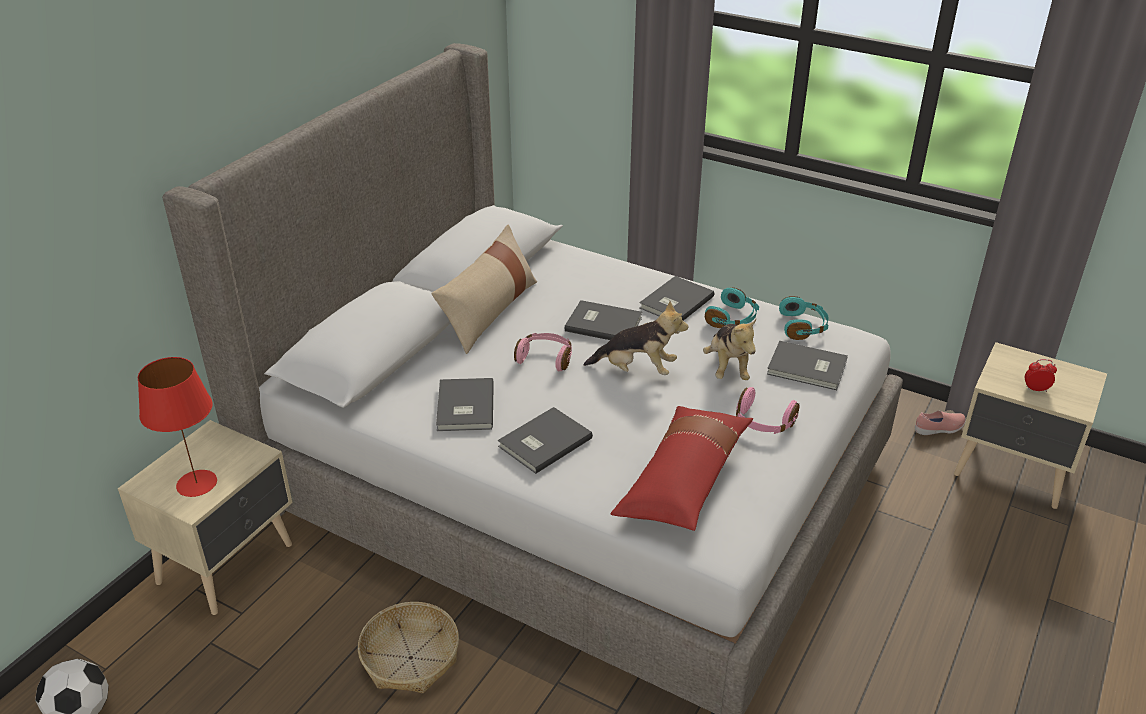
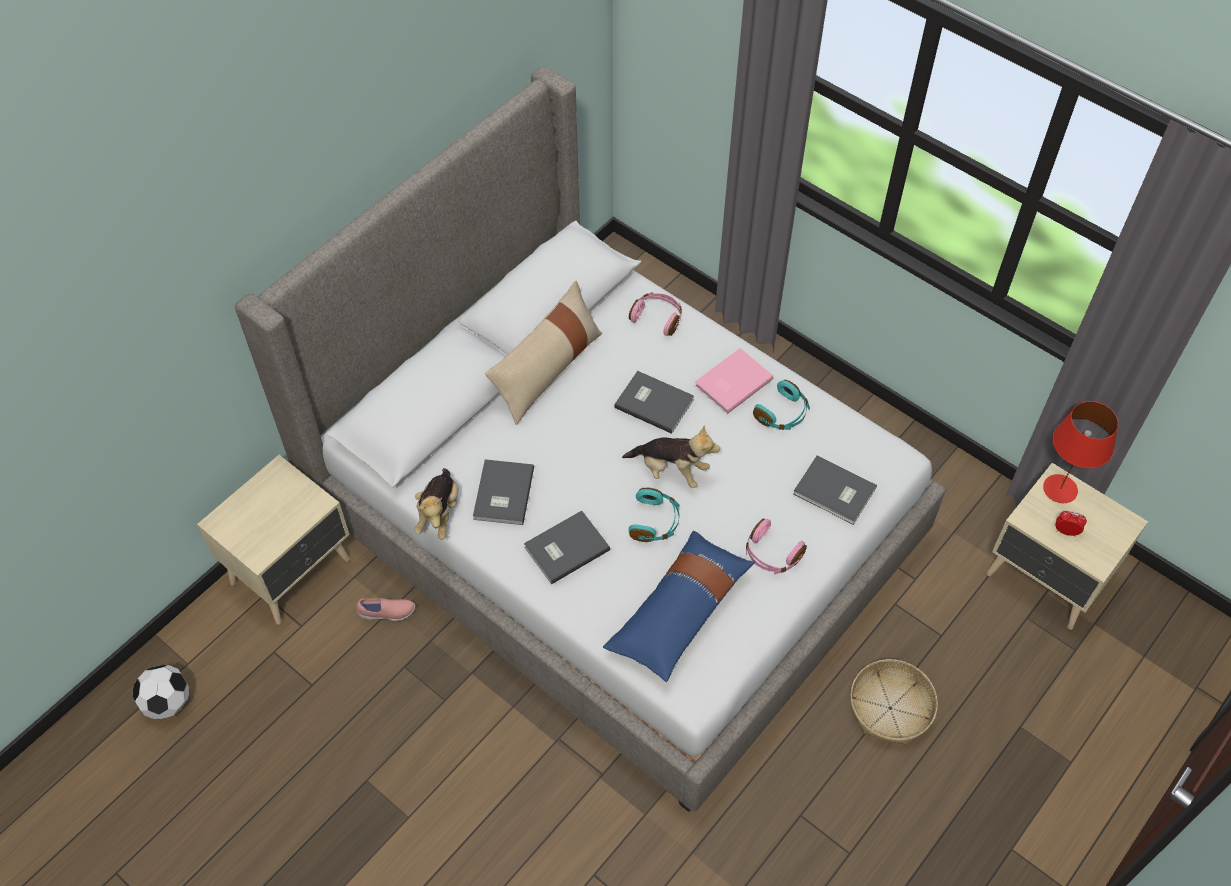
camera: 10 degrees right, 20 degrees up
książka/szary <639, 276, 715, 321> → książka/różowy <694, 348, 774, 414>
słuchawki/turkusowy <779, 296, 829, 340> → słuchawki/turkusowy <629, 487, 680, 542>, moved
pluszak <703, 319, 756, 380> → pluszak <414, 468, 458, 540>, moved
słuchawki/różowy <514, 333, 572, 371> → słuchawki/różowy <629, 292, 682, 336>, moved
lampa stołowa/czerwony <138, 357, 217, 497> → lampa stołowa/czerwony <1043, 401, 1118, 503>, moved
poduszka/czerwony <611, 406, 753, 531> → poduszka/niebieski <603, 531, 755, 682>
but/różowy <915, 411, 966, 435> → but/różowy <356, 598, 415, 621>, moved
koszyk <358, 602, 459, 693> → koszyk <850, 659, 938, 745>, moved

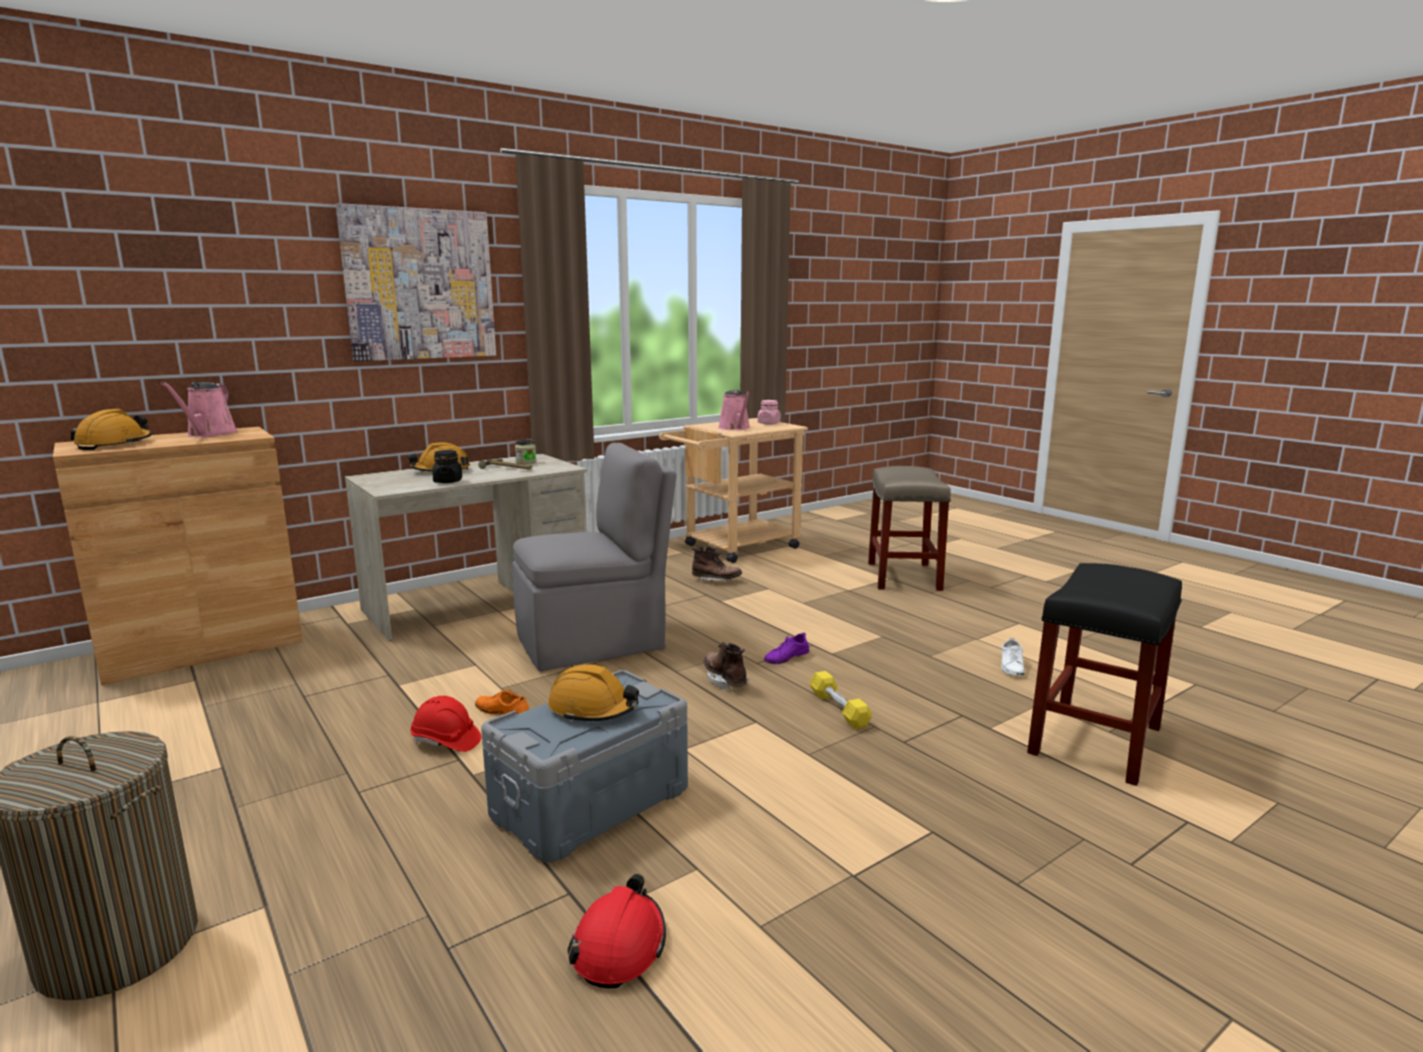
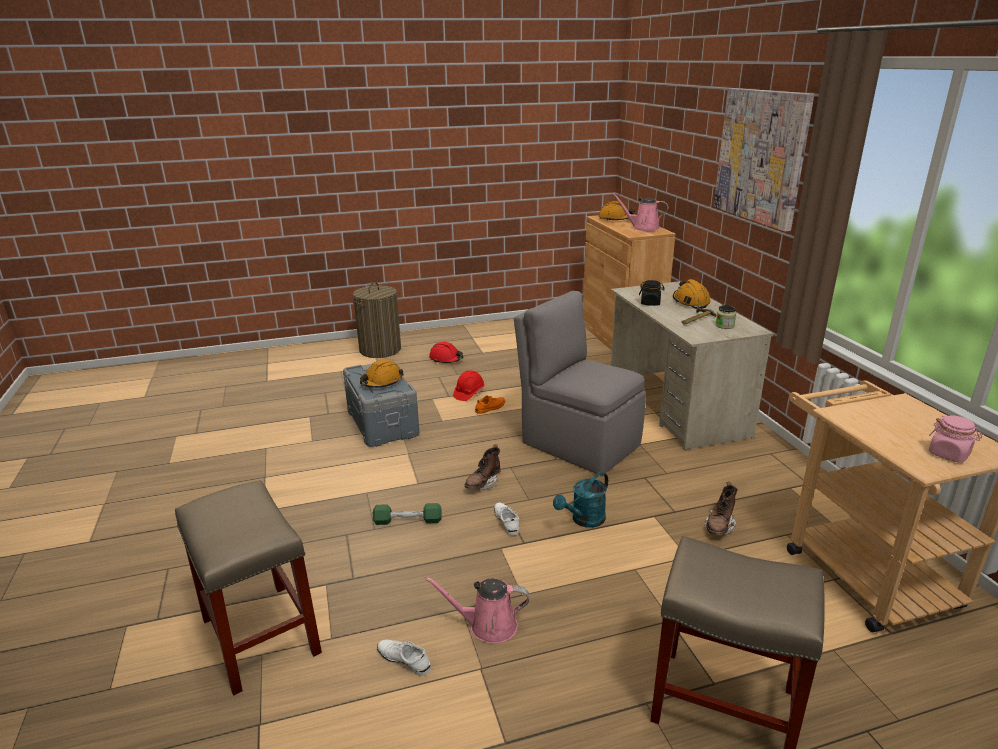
camera: 110 degrees right, 10 degrees up
konewka/różowy <718, 390, 750, 430> → konewka/różowy <424, 577, 530, 644>, moved
krzesło/szary <512, 443, 677, 671> → krzesło/szary <514, 291, 646, 475>, 135 degrees clockwise
stołek/czarny <1027, 563, 1182, 786> → stołek/beżowy <175, 480, 322, 696>
but/fioletowy <764, 632, 809, 664> → but/biały <494, 503, 519, 535>
but z cholewką/brązowy <704, 642, 749, 690> → but z cholewką/brązowy <465, 444, 501, 490>, 135 degrees clockwise
hantel/żółty <810, 671, 872, 729> → hantel/zielony <373, 503, 442, 525>
kask/czerwony <567, 874, 666, 988> → kask/czerwony <429, 342, 463, 363>, moved
- → konewka/turkusowy <553, 472, 608, 528>

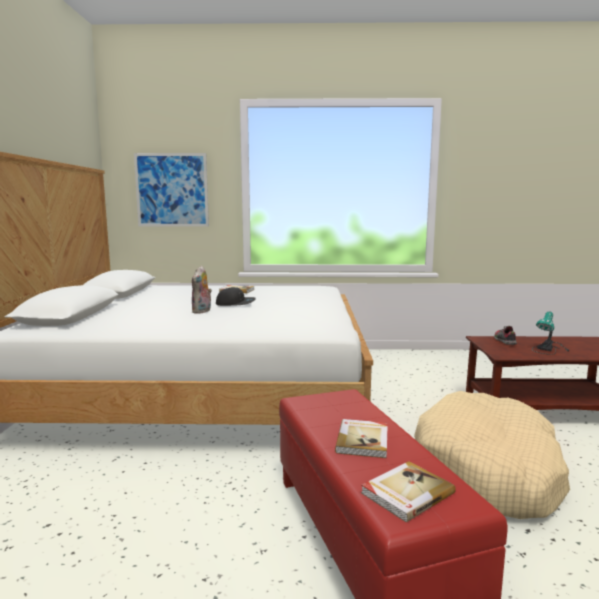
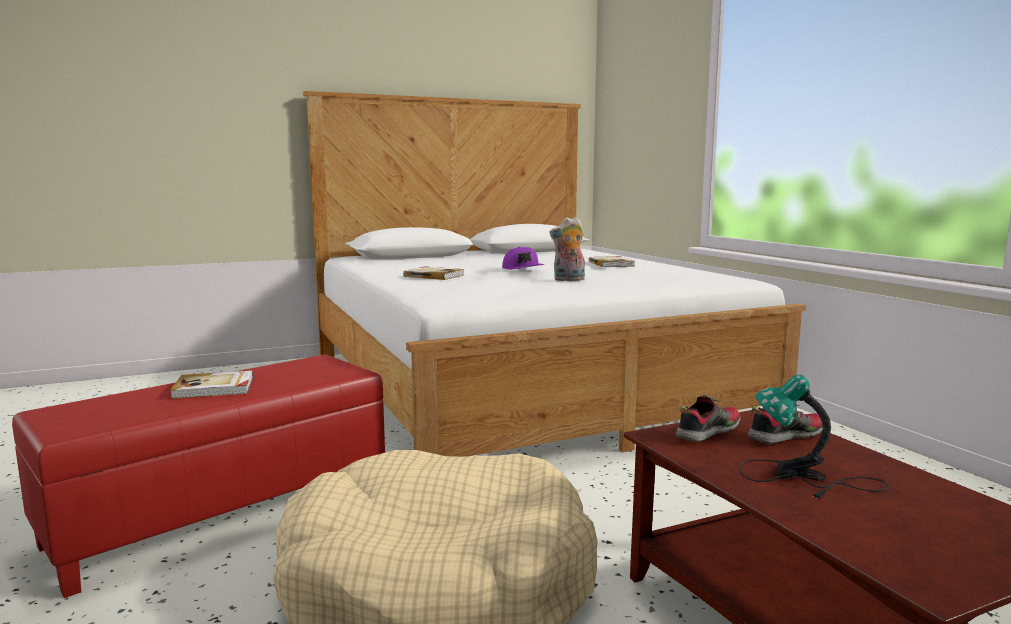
camera: 65 degrees right, 0 degrees up
obraz <134, 153, 209, 226> → -
pluszak <192, 266, 212, 314> → pluszak <549, 217, 585, 281>, moved
czapka z daszkiem/czarny <216, 287, 256, 306> → czapka z daszkiem/fioletowy <502, 247, 545, 270>
książka <361, 461, 456, 522> → książka <403, 267, 464, 280>, moved
- → but <676, 395, 741, 442>

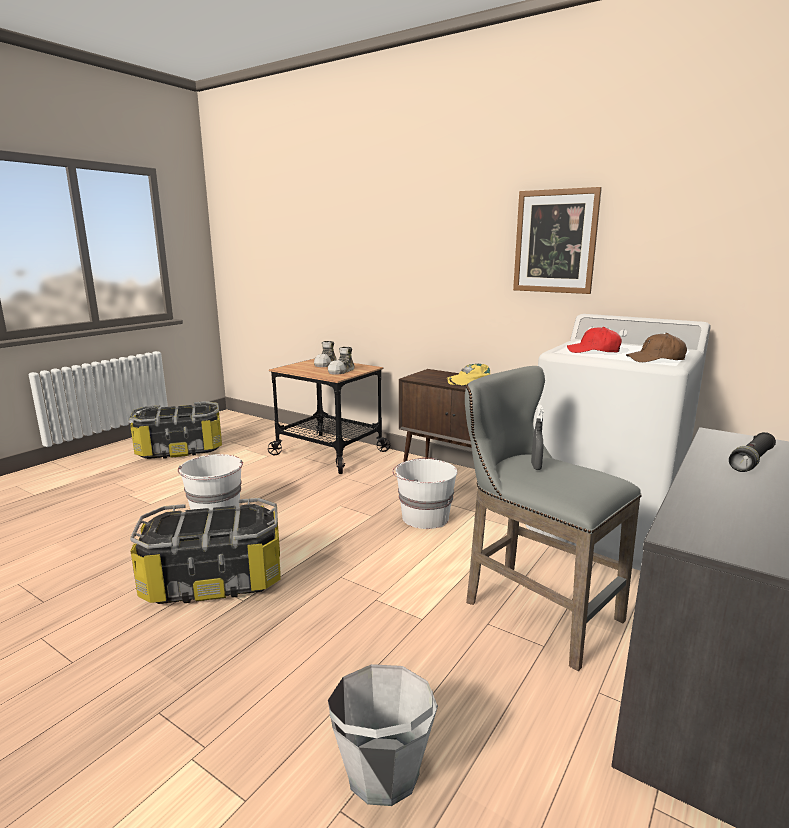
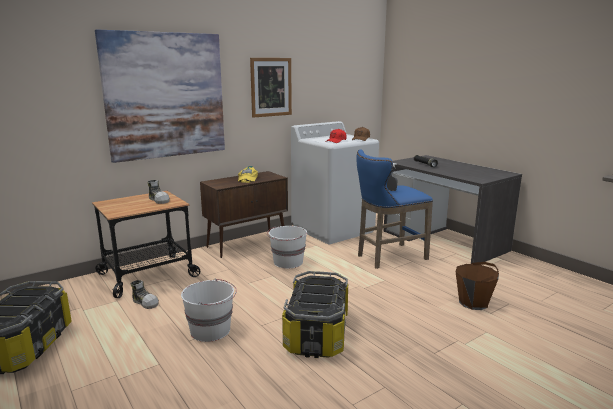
camera: 70 degrees left, 0 degrees up
but <314, 341, 337, 367> → but <131, 280, 159, 309>, moved
stołek/szary <465, 366, 642, 671> → stołek/niebieski <356, 149, 433, 269>
wiadro/szary <328, 664, 438, 806> → wiadro/brązowy <455, 262, 499, 310>
- → obraz <95, 29, 225, 163>

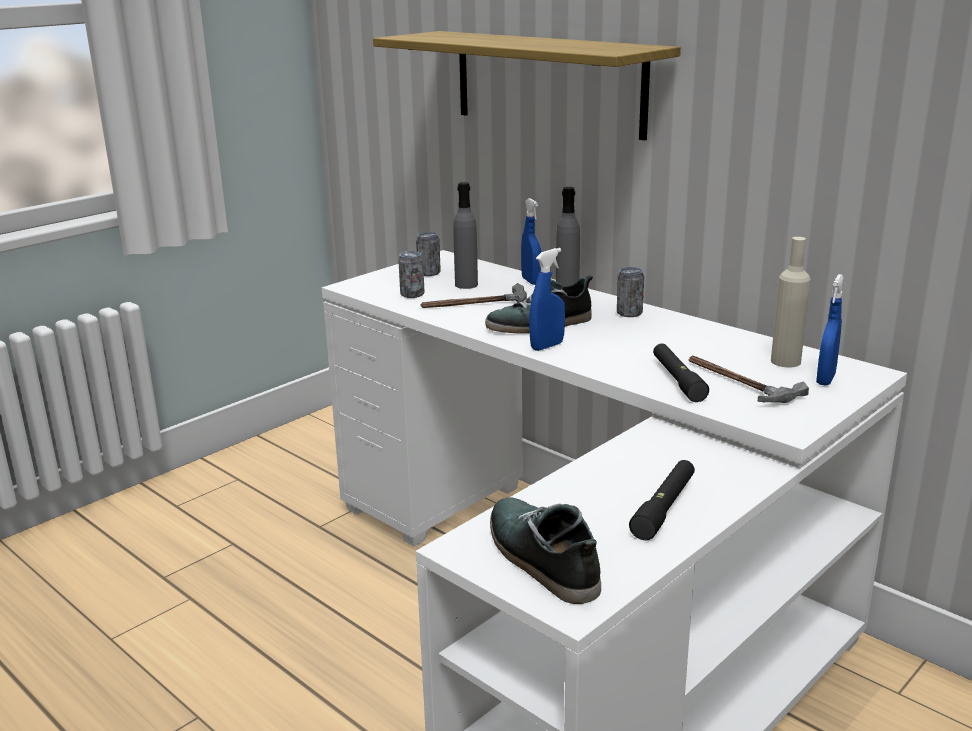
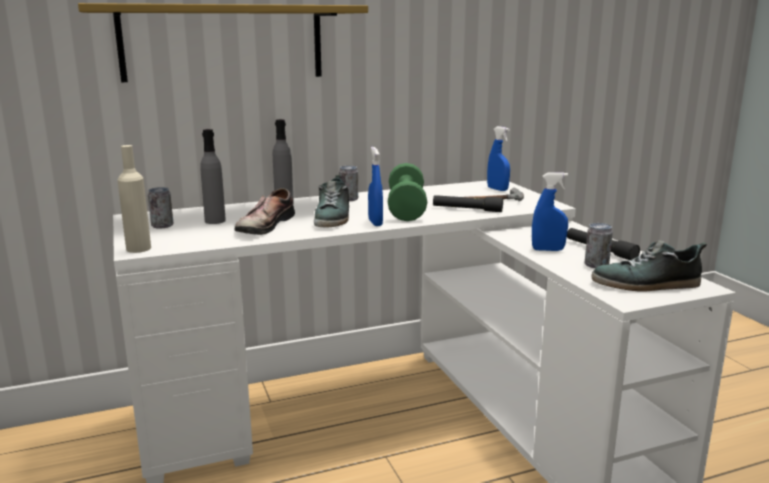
camera: 65 degrees left, 5 degrees down
spryskiwacz/niebieski <521, 198, 541, 285> → spryskiwacz/niebieski <532, 172, 568, 251>, moved
butelka/beżowy <771, 237, 811, 368> → butelka/beżowy <117, 145, 151, 253>, moved
puszka <398, 251, 425, 298> → puszka <585, 223, 613, 268>, moved
młotek <420, 283, 527, 308> → but <235, 188, 295, 235>
- → hantel/zielony <388, 163, 427, 221>

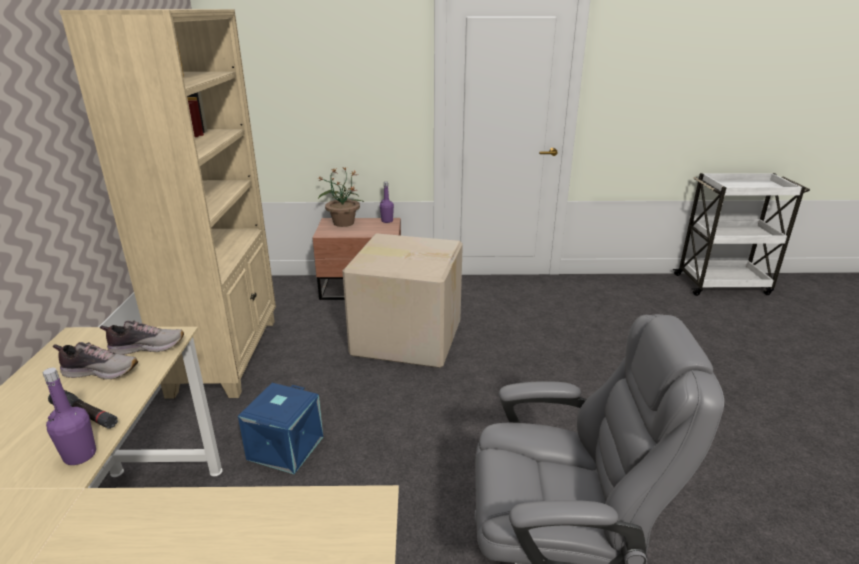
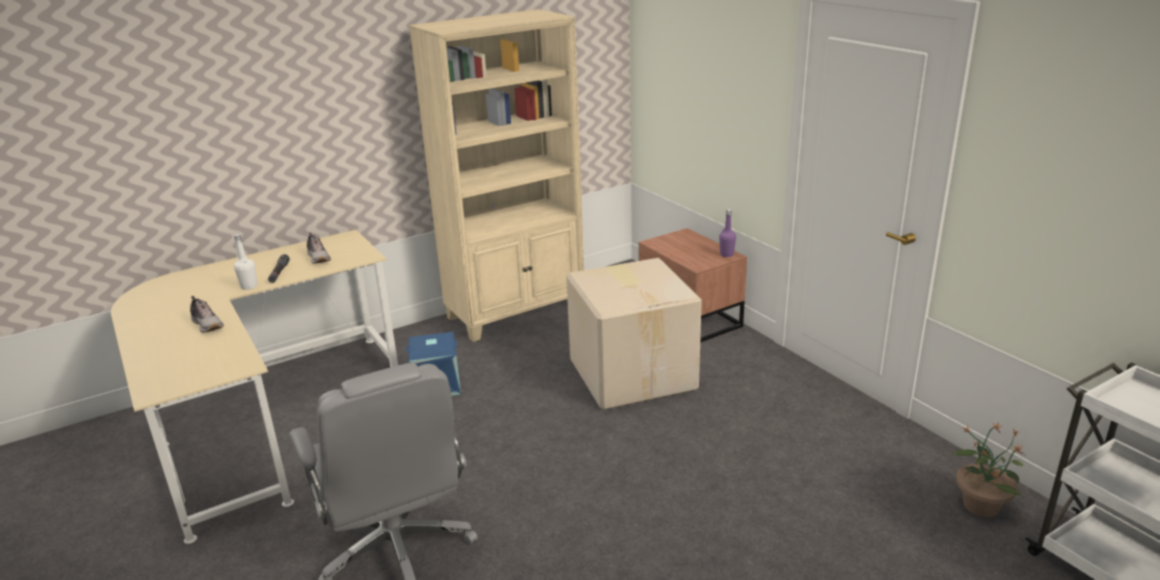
camera: 60 degrees right, 0 degrees up
roślina doniczkowa <318, 167, 364, 227> → roślina doniczkowa <951, 423, 1026, 517>, moved
but <100, 320, 184, 355> → but <190, 296, 224, 333>, moved
butelka/fioletowy <43, 368, 96, 465> → butelka/biały <234, 234, 257, 290>

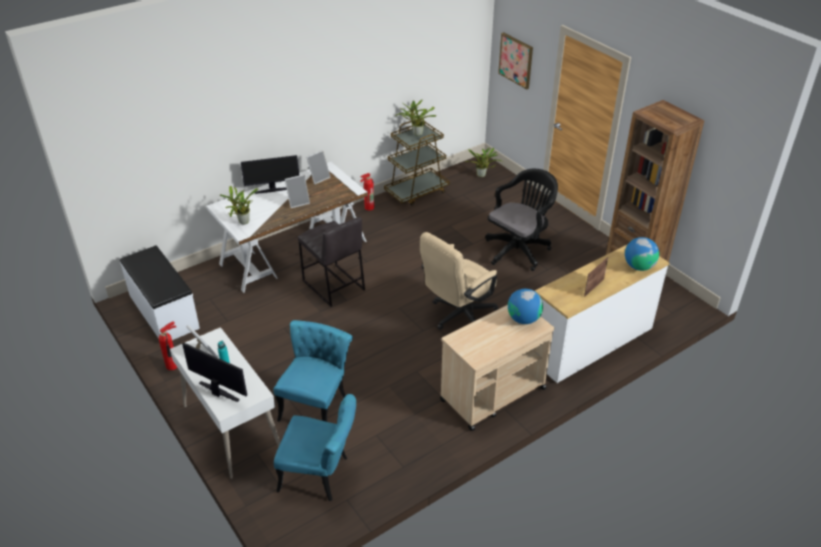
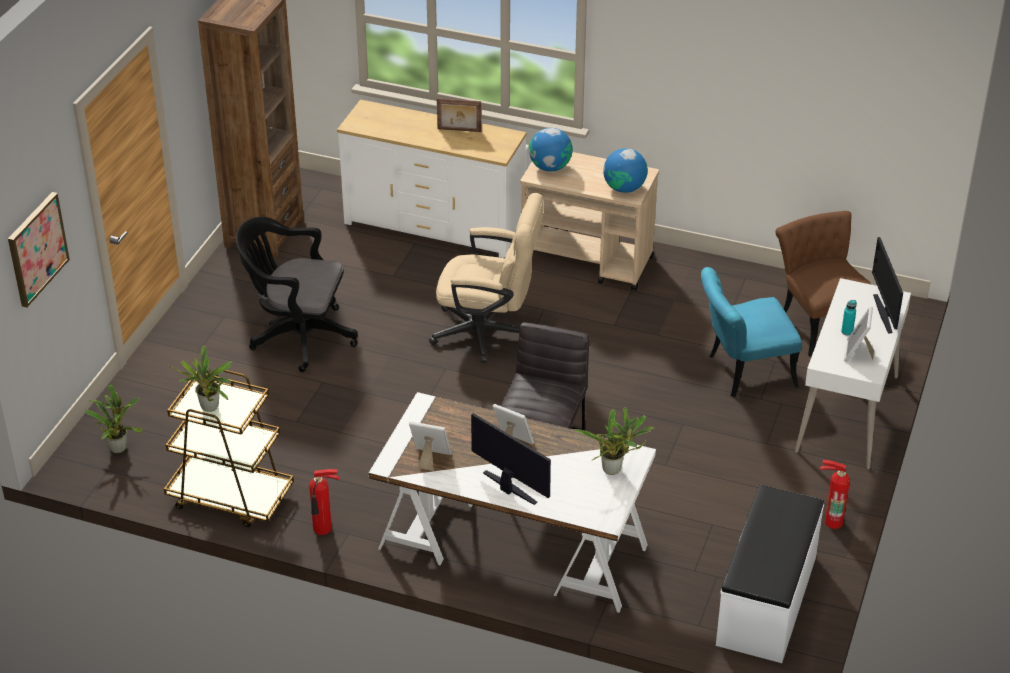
camera: 125 degrees left, 0 degrees up
globus <625, 237, 659, 271> → globus <603, 148, 648, 193>, moved
krzesło/turkusowy <274, 394, 356, 501> → krzesło/brązowy <775, 211, 872, 357>

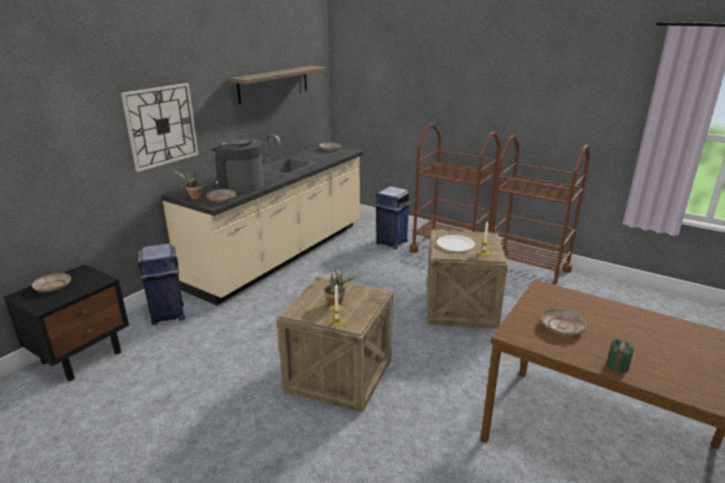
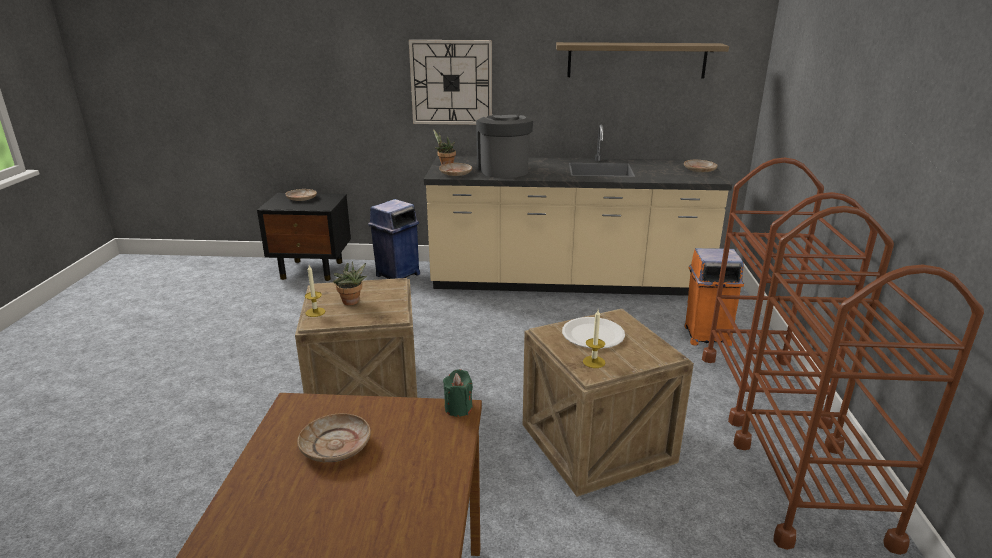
camera: 60 degrees right, 0 degrees up
kosz na śmieci/niebieski <374, 186, 411, 249> → kosz na śmieci/pomarańczowy <684, 248, 744, 346>
świeca/zielony <606, 338, 634, 373> → świeca/zielony <443, 369, 473, 417>, moved

